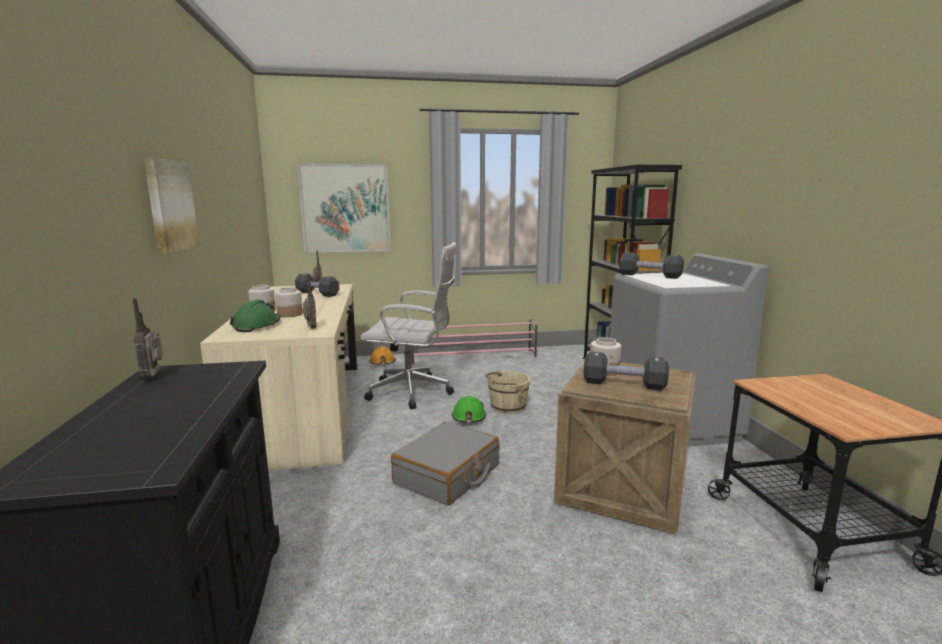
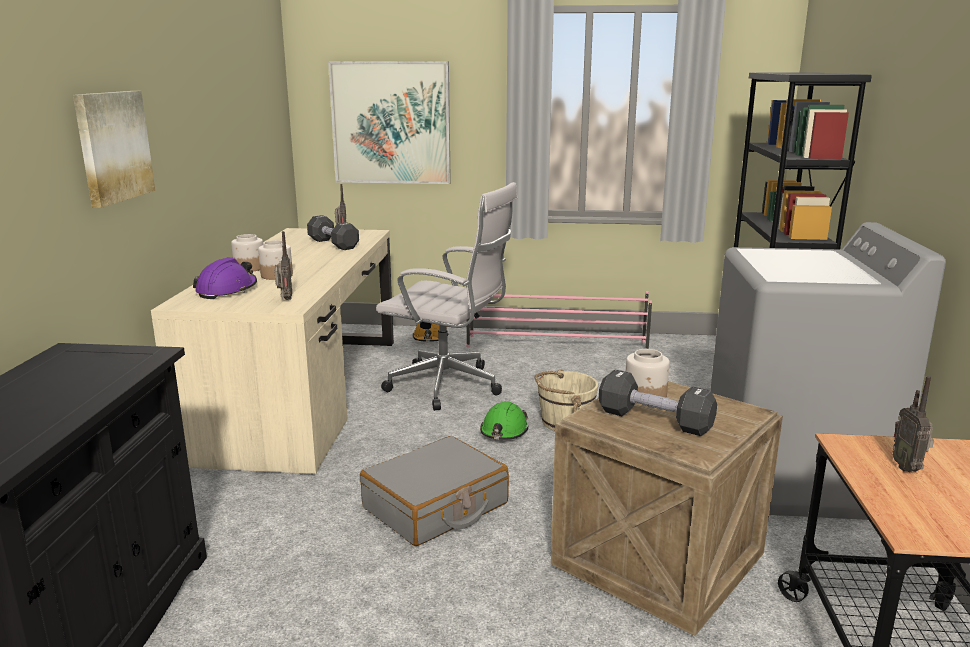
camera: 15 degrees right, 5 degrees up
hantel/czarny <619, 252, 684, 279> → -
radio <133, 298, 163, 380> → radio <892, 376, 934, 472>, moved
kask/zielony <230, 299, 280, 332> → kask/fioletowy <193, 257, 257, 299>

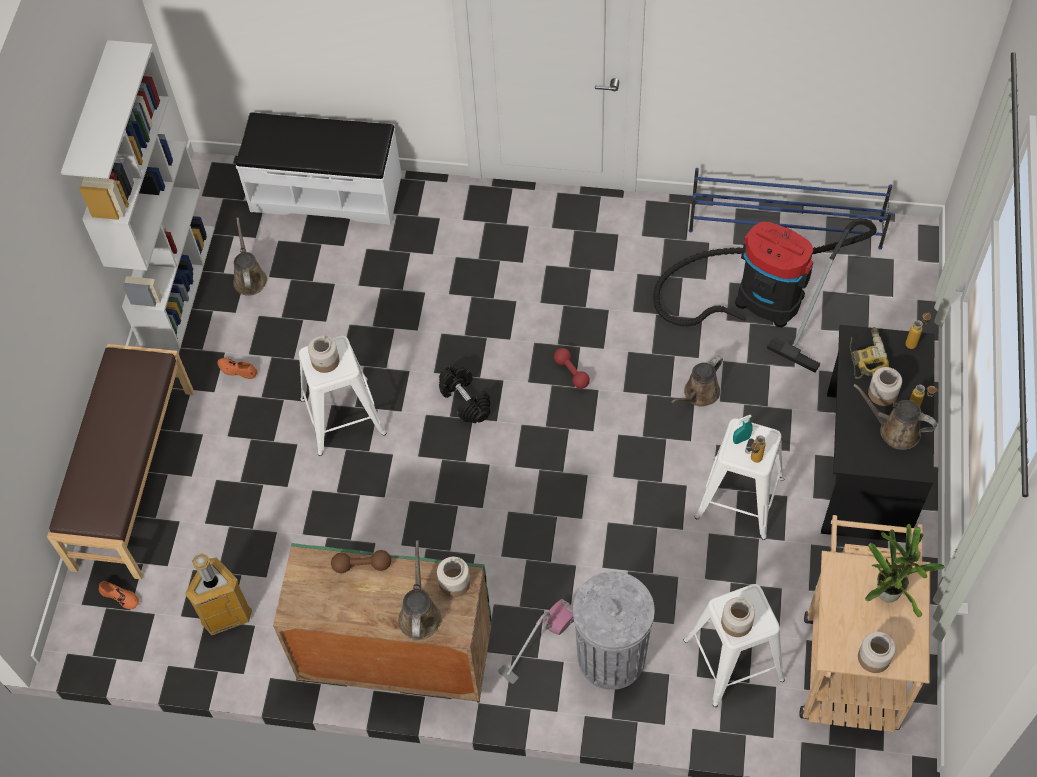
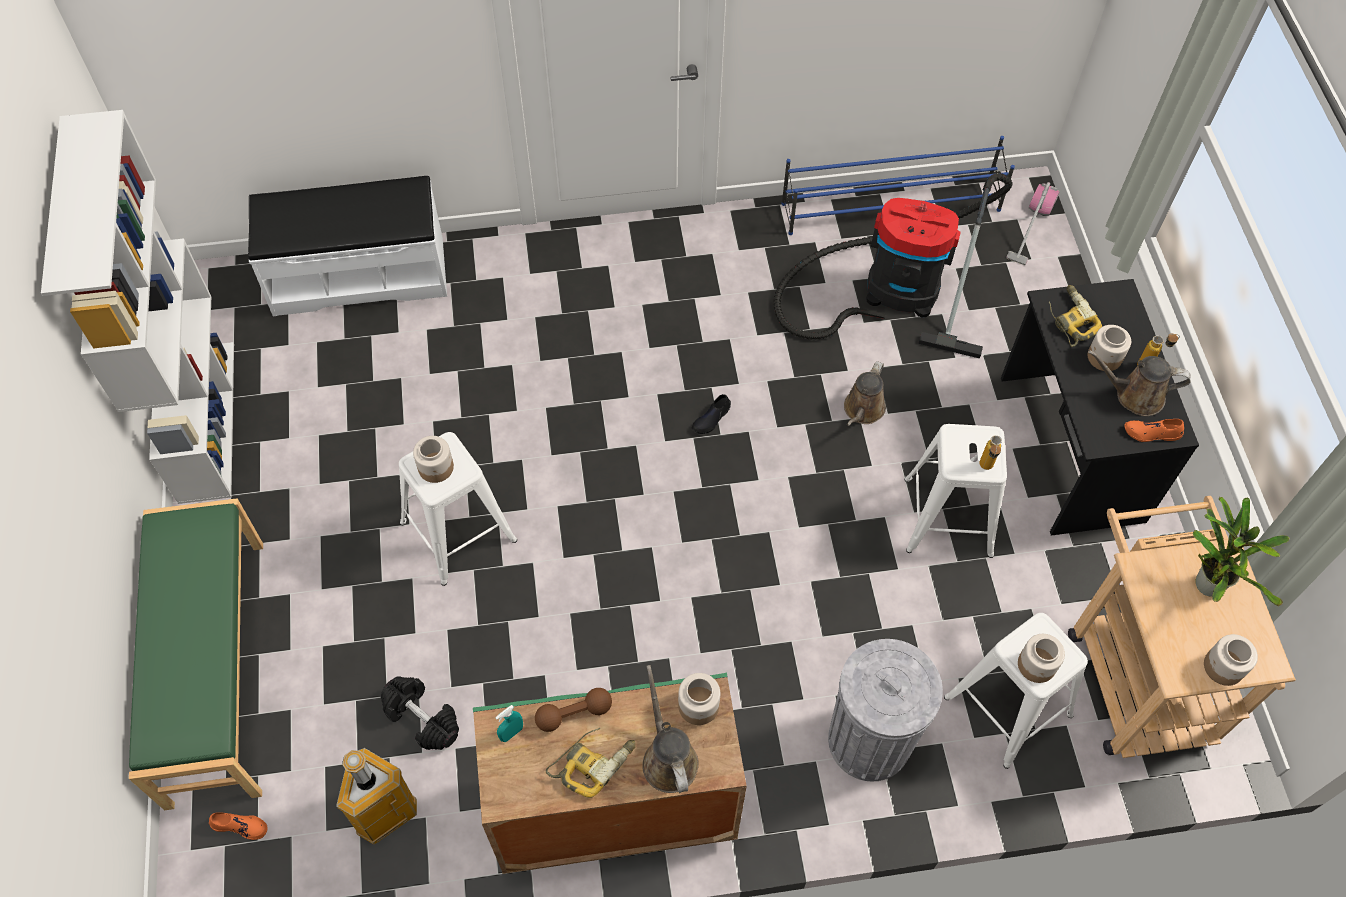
camera: 20 degrees left, 0 degrees up
konewka/brązowy <233, 217, 267, 296> → -
butelka <905, 312, 931, 349> → -
ławka/brązowy <47, 344, 194, 580> → ławka/zielony <129, 498, 263, 810>
hantel/czerwony <554, 348, 590, 389> → but/czarny <692, 394, 731, 434>
but/pomarańczowy <217, 358, 258, 379> → but/pomarańczowy <1124, 419, 1184, 442>, moved
hantel/czarny <439, 365, 490, 423> → hantel/czarny <381, 676, 459, 750>, moved
spryskiwacz/turkusowy <733, 415, 753, 444> → spryskiwacz/turkusowy <495, 705, 523, 742>, moved
odkurzacz <498, 599, 574, 684> → odkurzacz <1006, 182, 1060, 265>, moved
- → wiertarka <546, 728, 636, 798>

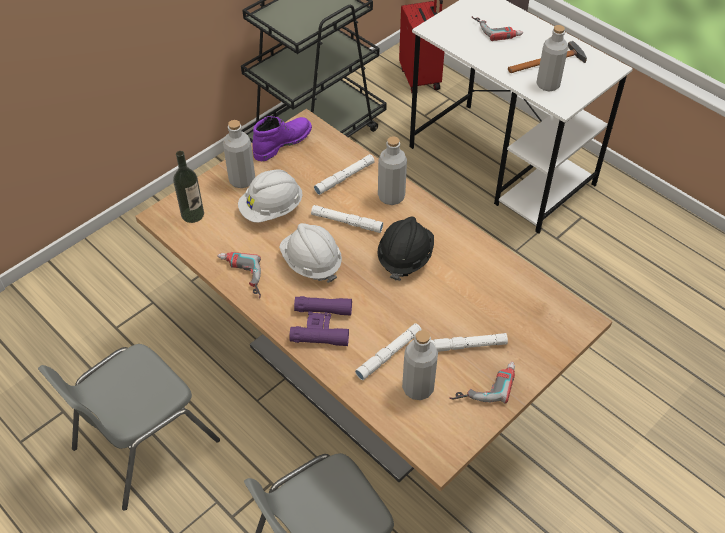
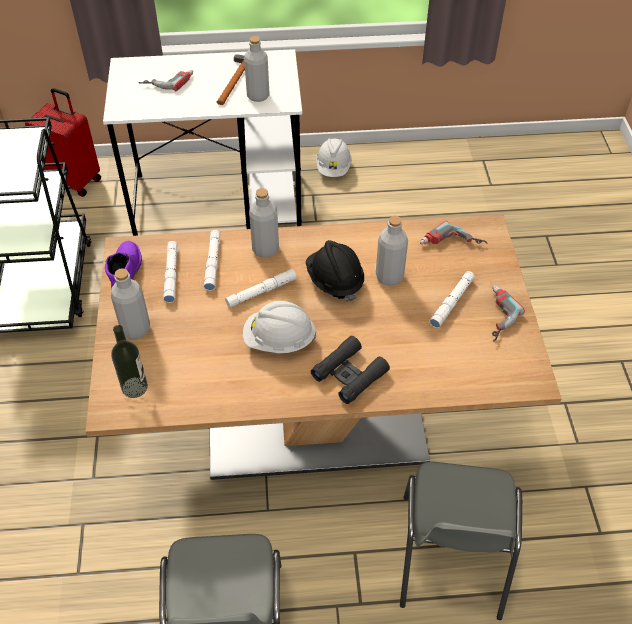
camera: 50 degrees left, 0 degrees up
kask/biały <238, 169, 302, 223> → kask/biały <316, 138, 352, 177>, moved
wiertarka <217, 252, 261, 299> → wiertarka <420, 221, 488, 244>, moved
lornetka/fioletowy <289, 296, 352, 346> → lornetka/czarny <311, 336, 390, 404>
latarka/biały <355, 323, 422, 380> → latarka/biały <163, 241, 178, 303>, moved
butelka/szary <402, 330, 438, 400> → butelka/szary <376, 216, 408, 286>, moved

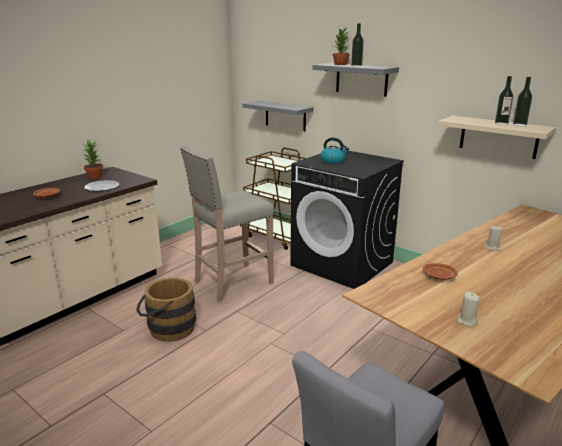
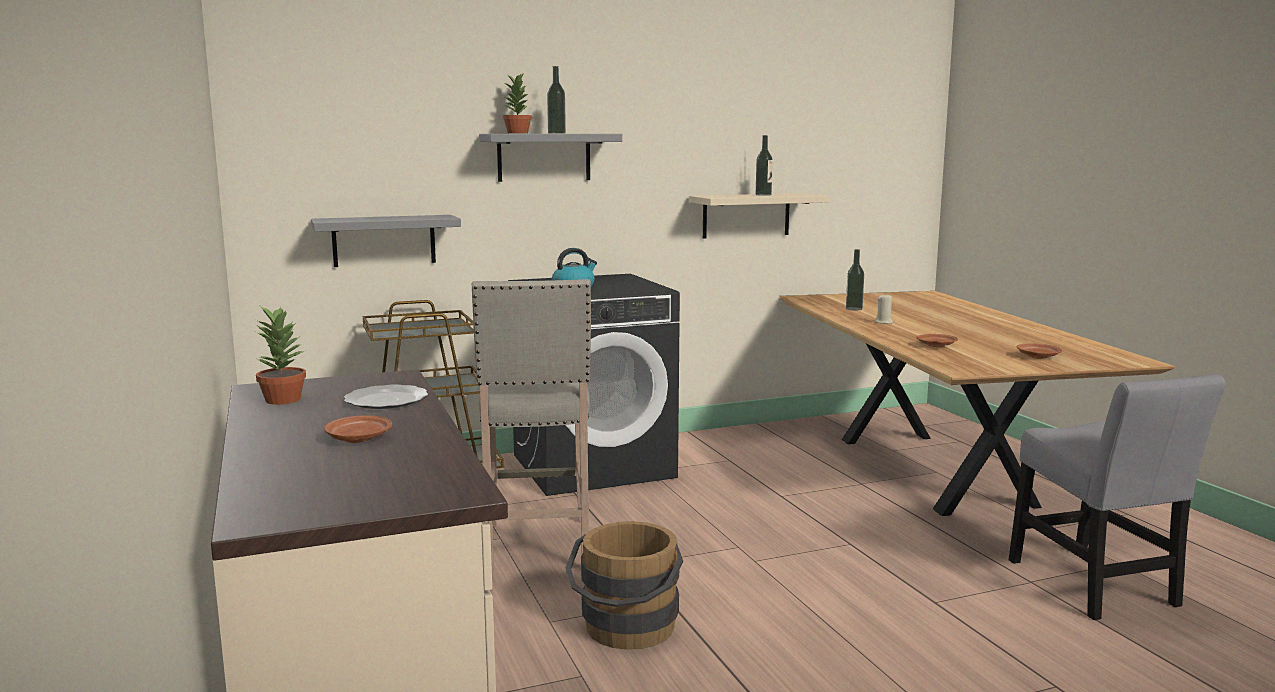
camera: 60 degrees left, 10 degrees down
butelka <513, 77, 532, 126> → butelka <846, 249, 864, 310>, moved
świeca/beżowy <457, 292, 480, 327> → talerz/brązowy <1017, 343, 1062, 359>

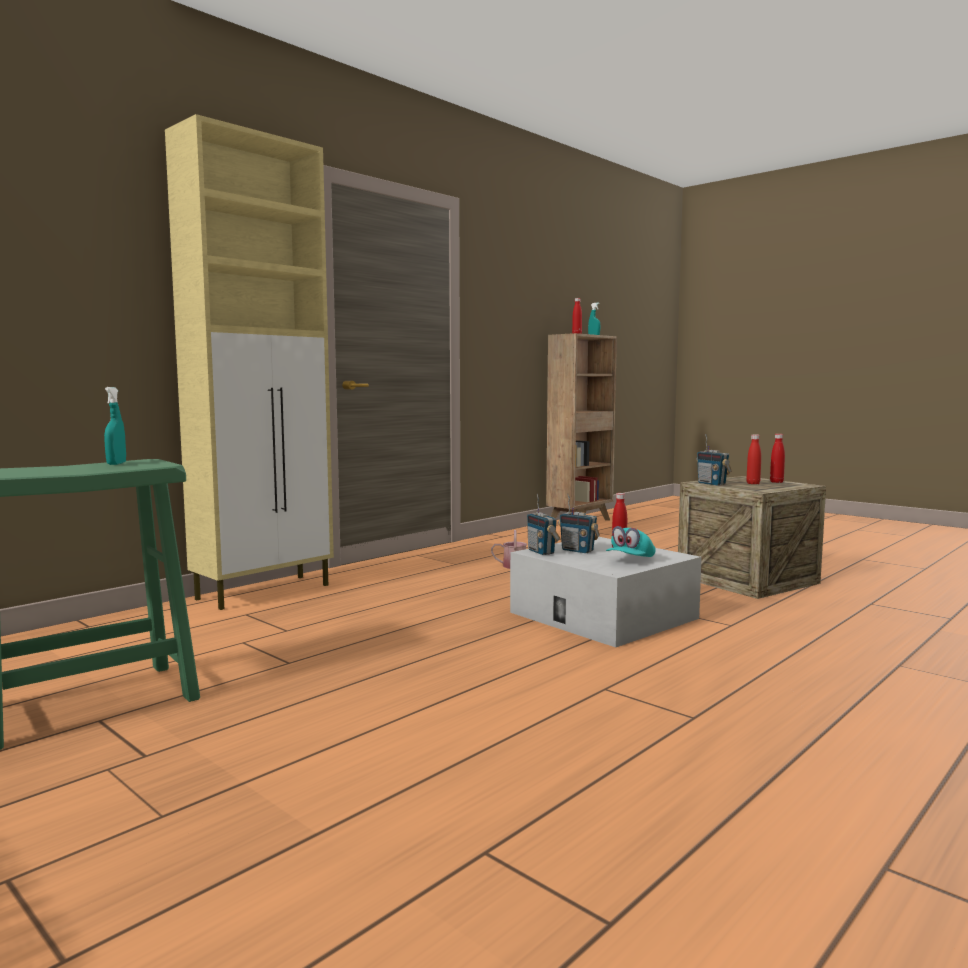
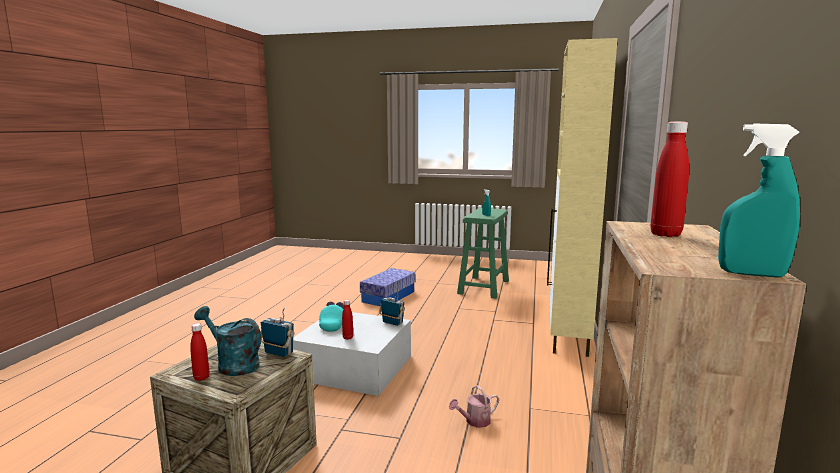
camera: 150 degrees right, 5 degrees up
butelka/czerwony <746, 434, 761, 484> → konewka/turkusowy <194, 306, 261, 376>
radio <558, 494, 600, 553> → -
- → pojemnik do przechowywania <360, 268, 415, 306>

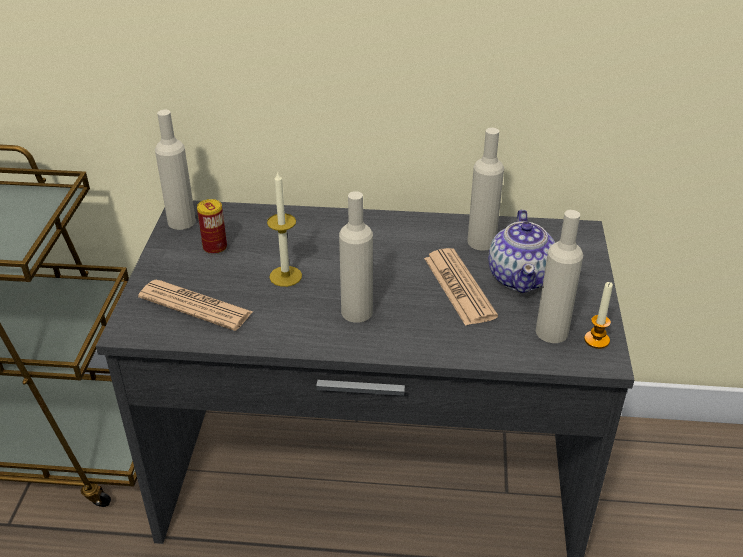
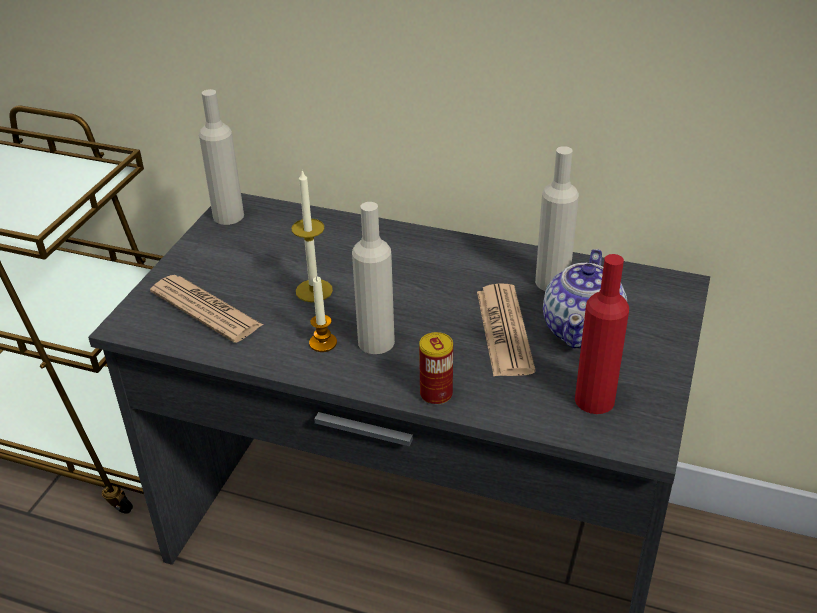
camera: 15 degrees right, 0 degrees up
puszka <197, 199, 227, 254> → puszka <419, 332, 453, 405>, moved
butelka/beżowy <536, 210, 583, 343> → butelka/czerwony <575, 254, 629, 414>
świeca <584, 282, 613, 349> → świeca <309, 277, 337, 352>, moved

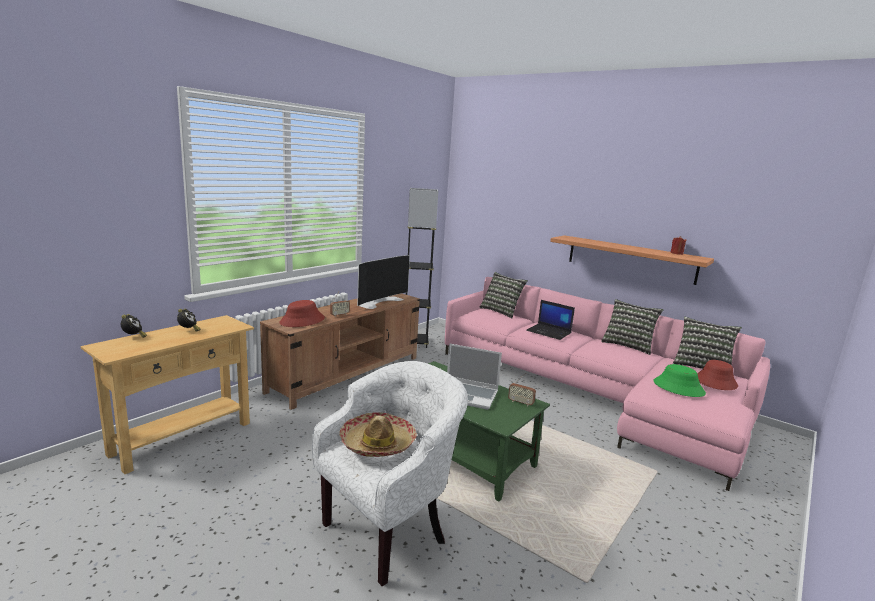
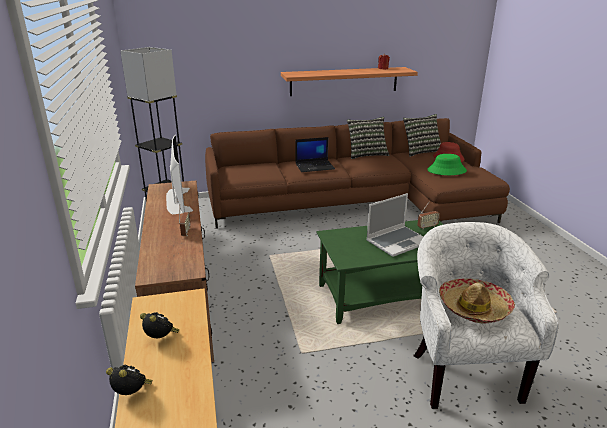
camera: 50 degrees left, 10 degrees up
poduszka <479, 272, 528, 319> → -
kanapa/różowy <445, 277, 770, 491> → kanapa/brązowy <205, 118, 510, 229>
kapelusz/czerwony <279, 300, 325, 327> → -

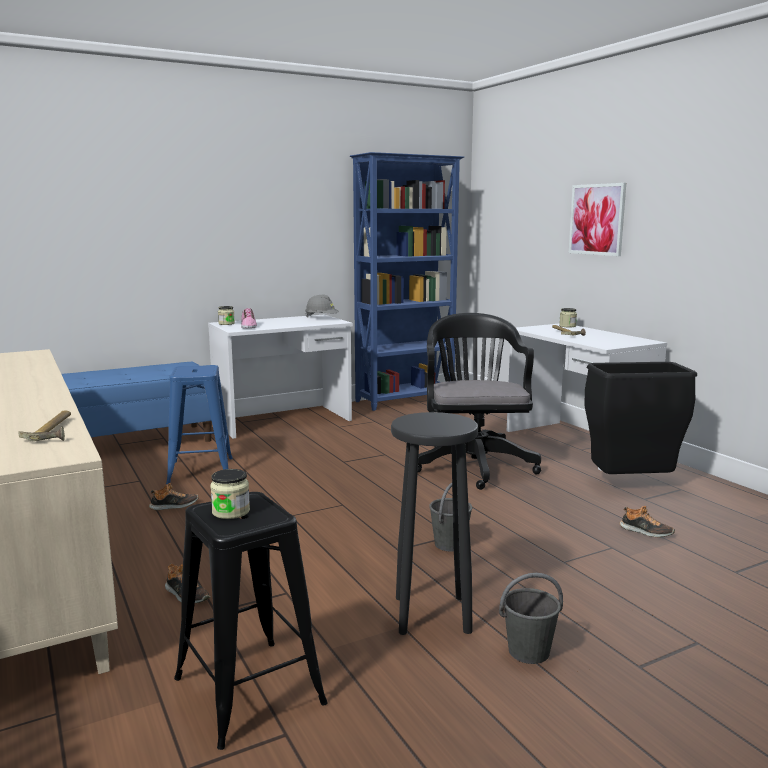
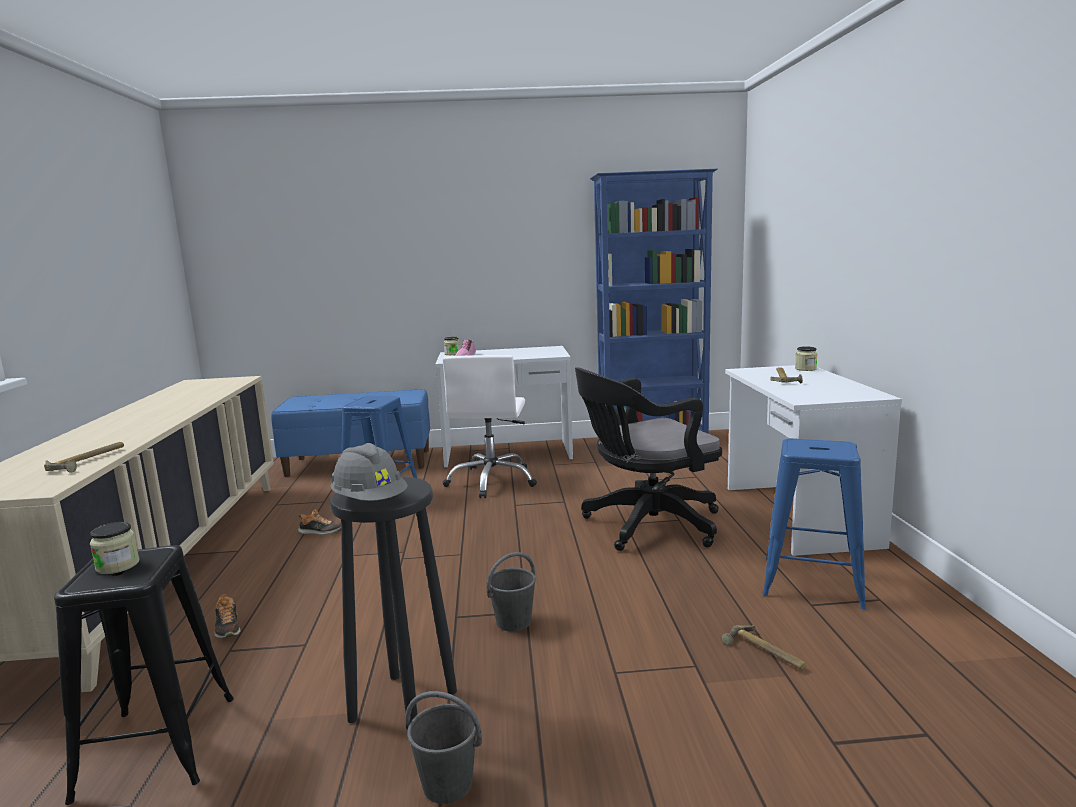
camera: 25 degrees right, 0 degrees up
obraz <569, 183, 626, 256> → -
kask/szary <305, 294, 339, 318> → kask/szary <331, 443, 408, 501>, moved
krzesło biurowe/czarny <418, 313, 541, 490> → krzesło biurowe/czarny <575, 367, 722, 551>, 135 degrees counterclockwise
kosz na śmieci/czarny <585, 362, 697, 474> → stołek/niebieski <762, 438, 867, 609>
but <619, 506, 675, 537> → młotek <722, 625, 806, 670>
- → krzesło biurowe/biały <442, 355, 537, 498>

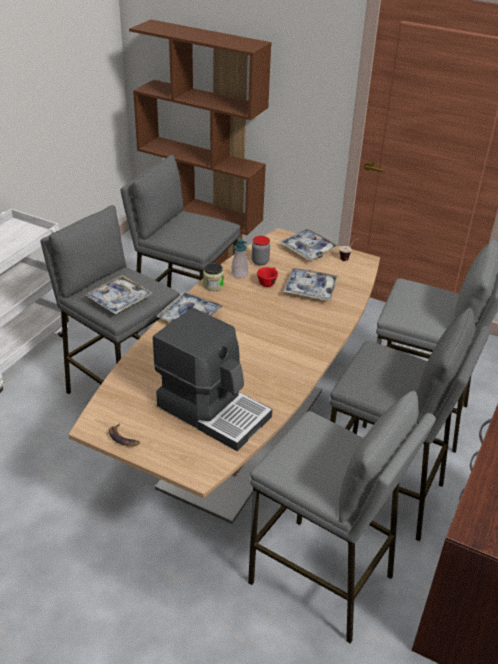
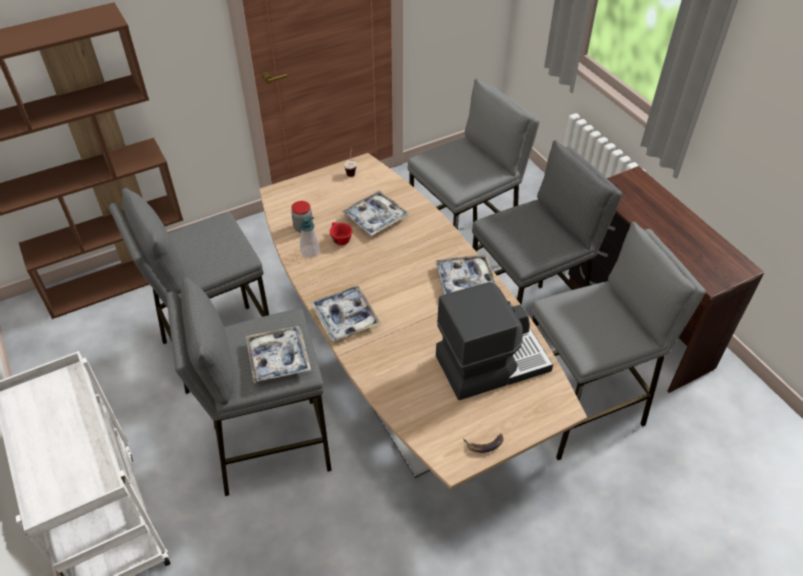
camera: 55 degrees left, 10 degrees up
taca <279, 229, 339, 260> → taca <435, 255, 496, 294>, moved
słoik <203, 263, 224, 291> → -

